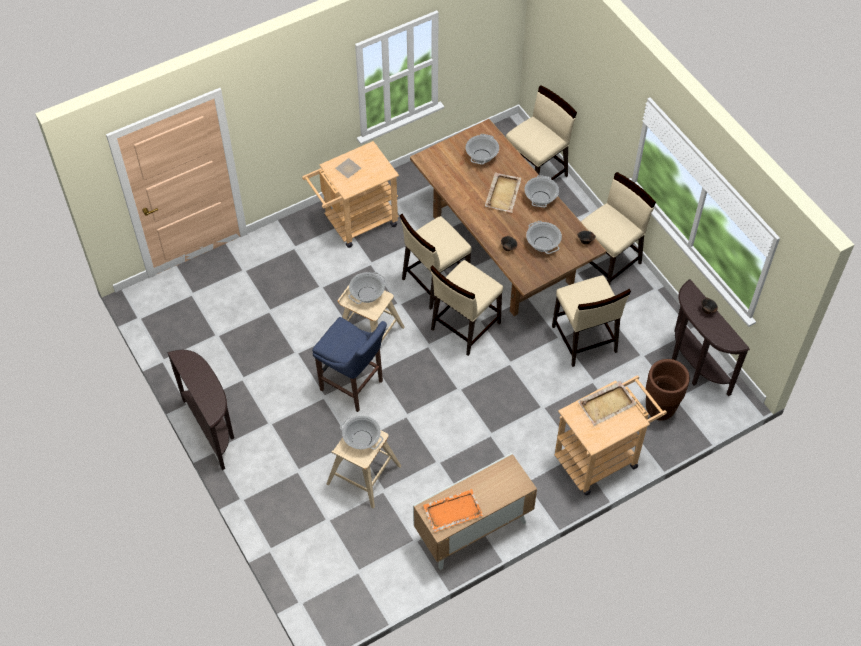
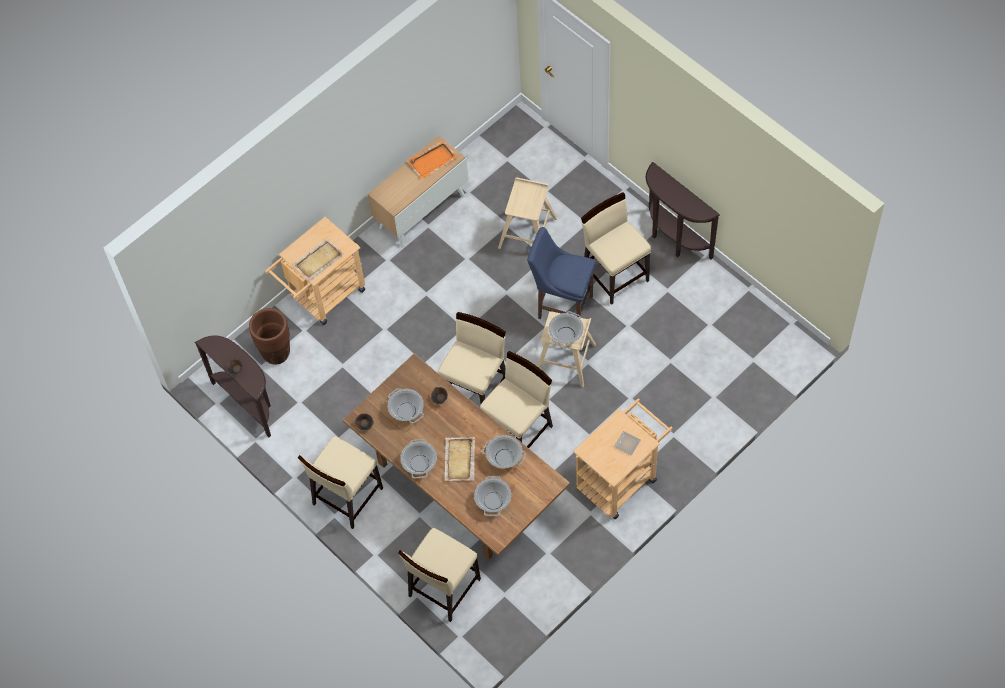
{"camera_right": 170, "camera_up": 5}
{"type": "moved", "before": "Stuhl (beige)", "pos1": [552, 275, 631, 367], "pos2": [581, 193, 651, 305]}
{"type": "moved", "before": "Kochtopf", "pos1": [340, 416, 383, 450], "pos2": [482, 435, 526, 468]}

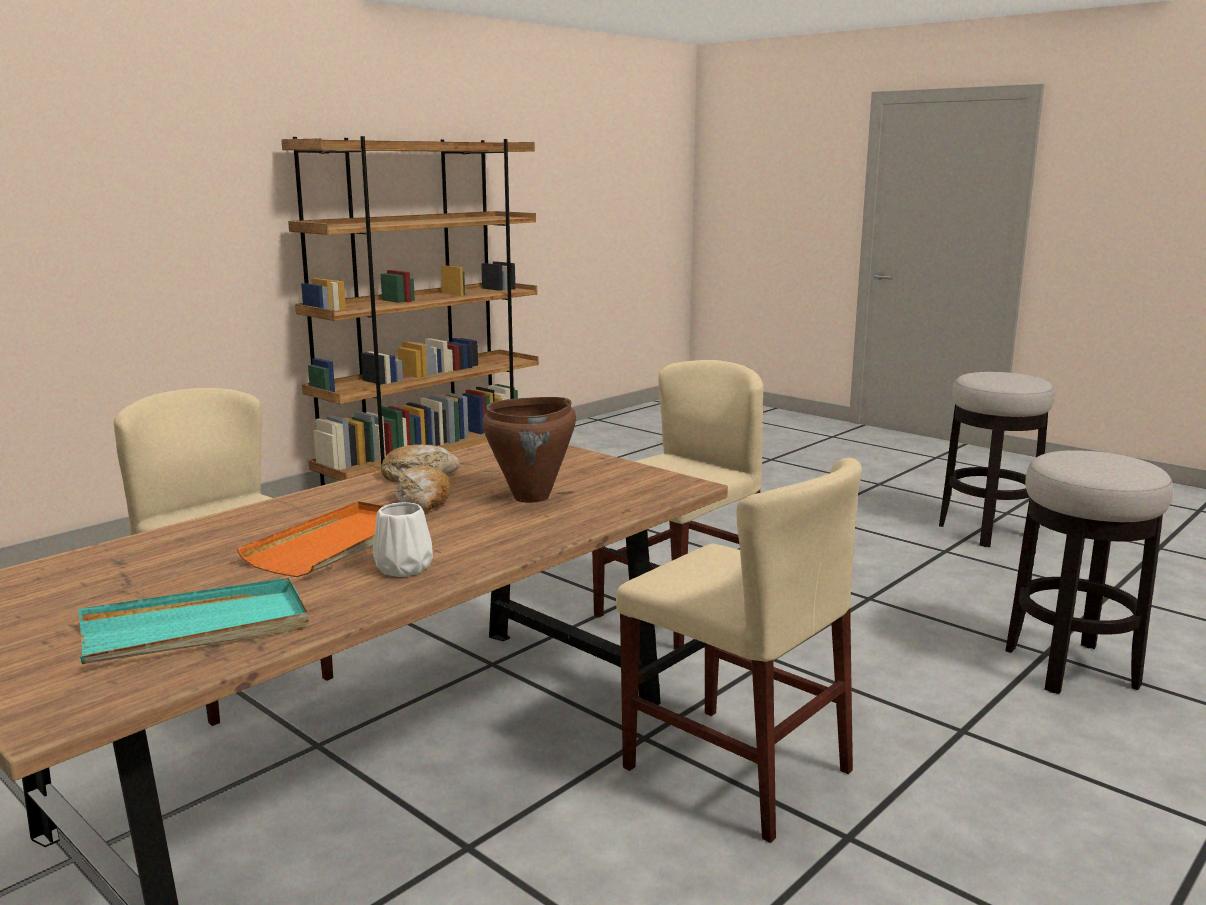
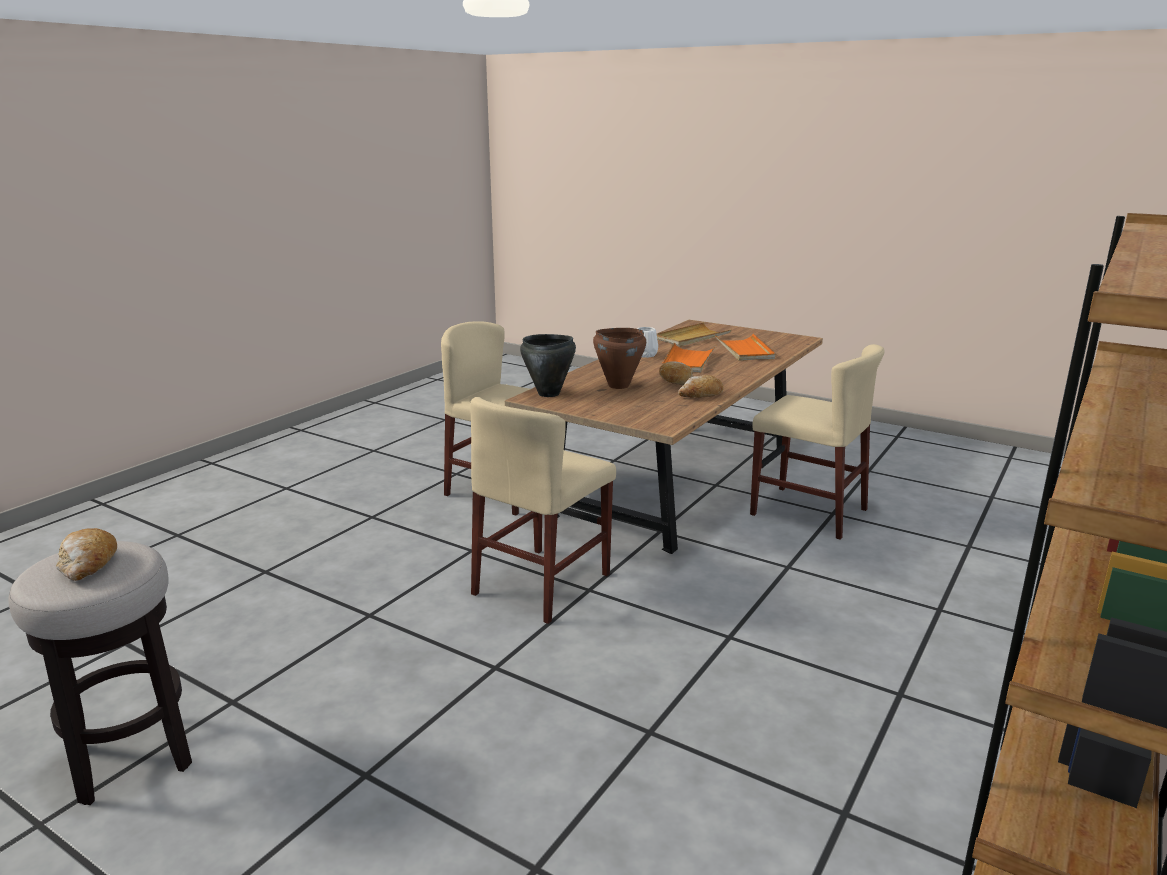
{"camera_right": 170, "camera_up": 5}
{"type": "removed", "before": "Hocker", "pos1": [1006, 450, 1173, 694]}
{"type": "recoloured", "before": "Tablett (türkis)", "after": "Tablett (beige)", "pos1": [78, 578, 309, 664], "pos2": [657, 322, 732, 347]}
{"type": "added", "after": "Kochtopf (schwarz)", "pos2": [520, 334, 576, 397]}
{"type": "added", "after": "Tablett (orange)", "pos2": [715, 334, 775, 361]}
{"type": "added", "after": "Brot", "pos2": [56, 528, 117, 581]}

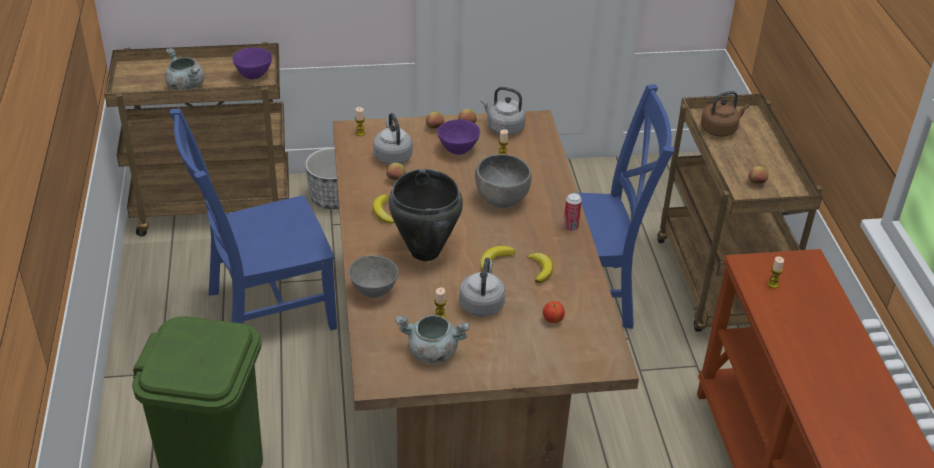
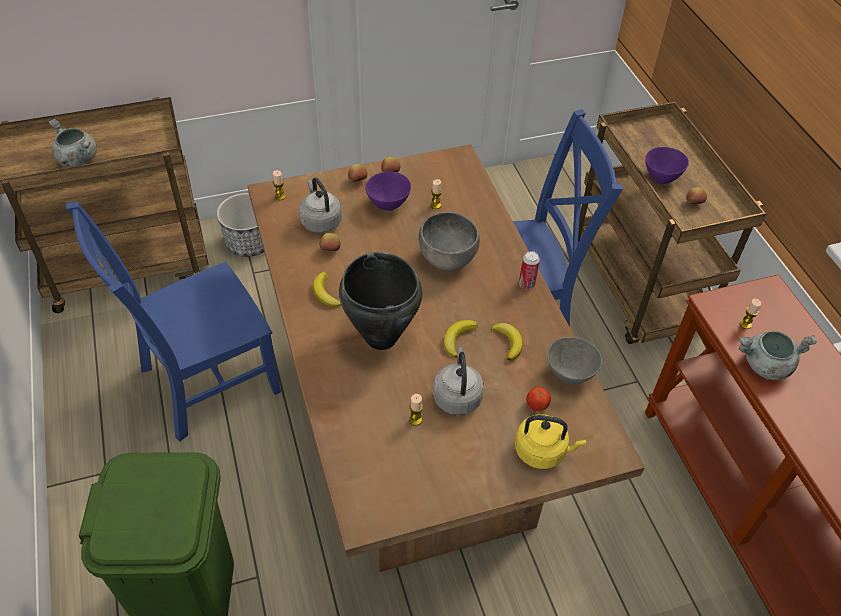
{"camera_right": -10, "camera_up": 10}
{"type": "moved", "before": "Schüssel (lila)", "pos1": [232, 47, 272, 79], "pos2": [645, 147, 689, 184]}
{"type": "removed", "before": "Wasserkessel (grau)", "pos1": [481, 87, 526, 135]}
{"type": "removed", "before": "Wasserkessel (braun)", "pos1": [701, 91, 749, 137]}
{"type": "moved", "before": "Schüssel (grau)", "pos1": [348, 255, 398, 298], "pos2": [547, 337, 602, 384]}
{"type": "moved", "before": "Kochtopf (grau)", "pos1": [395, 315, 470, 364], "pos2": [739, 330, 817, 380]}
{"type": "added", "after": "Wasserkessel (gelb)", "pos2": [515, 414, 586, 469]}

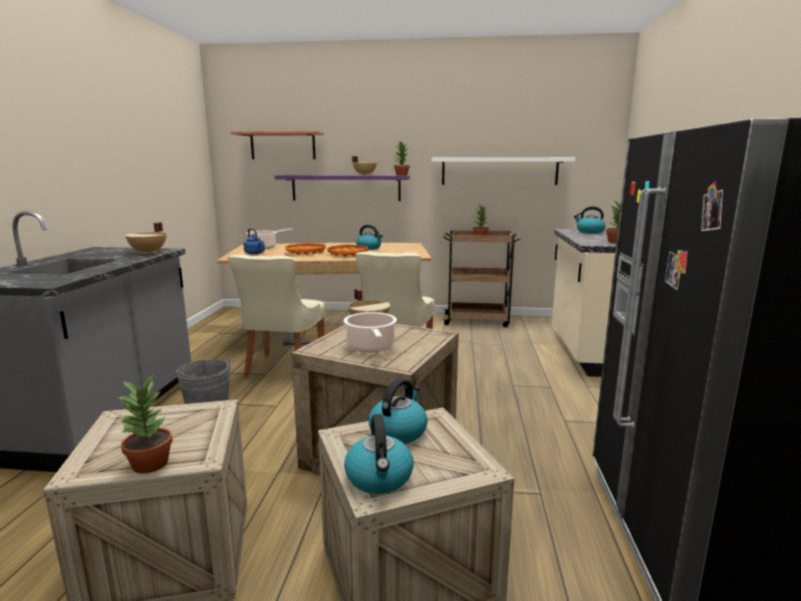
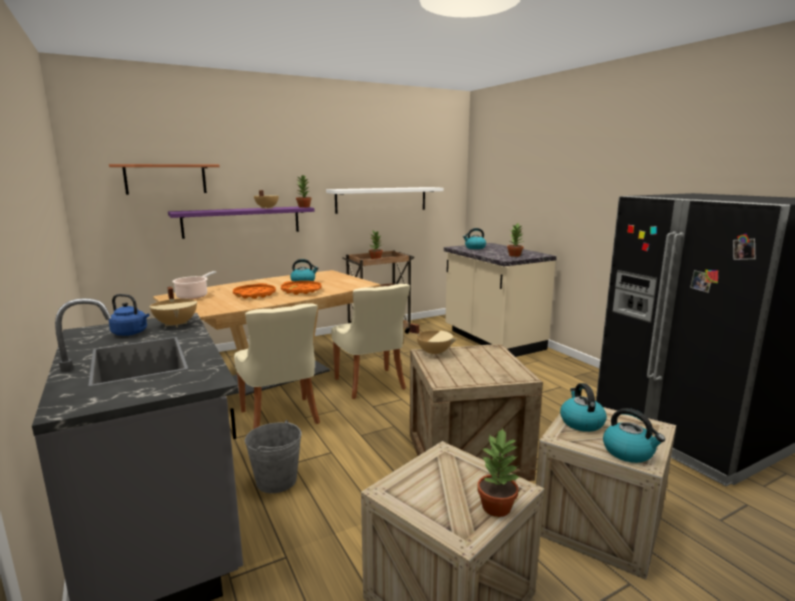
{"camera_right": -35, "camera_up": 0}
{"type": "moved", "before": "Wasserkessel (blau)", "pos1": [244, 228, 265, 254], "pos2": [109, 294, 149, 336]}
{"type": "removed", "before": "Kochtopf", "pos1": [344, 312, 397, 353]}

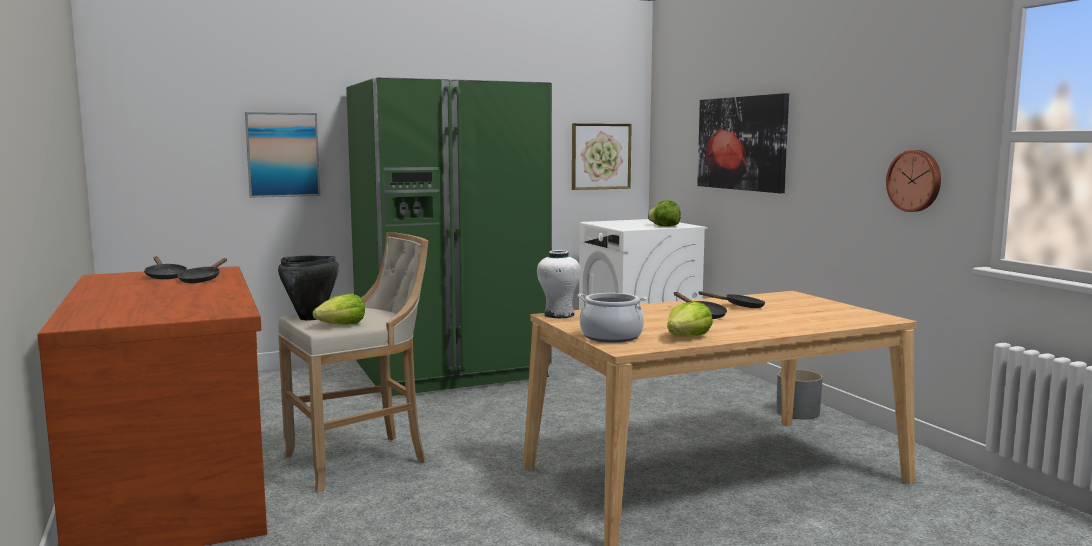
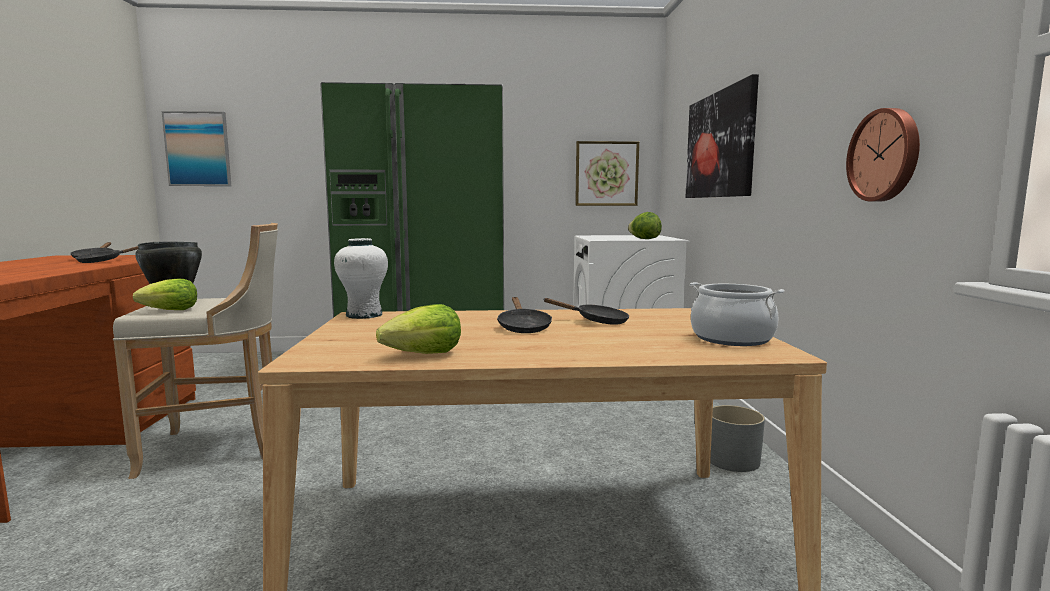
{"camera_right": 20, "camera_up": 0}
{"type": "moved", "before": "Bild", "pos1": [245, 112, 320, 198], "pos2": [162, 111, 231, 186]}
{"type": "moved", "before": "Kochtopf", "pos1": [577, 293, 647, 343], "pos2": [690, 282, 785, 346]}

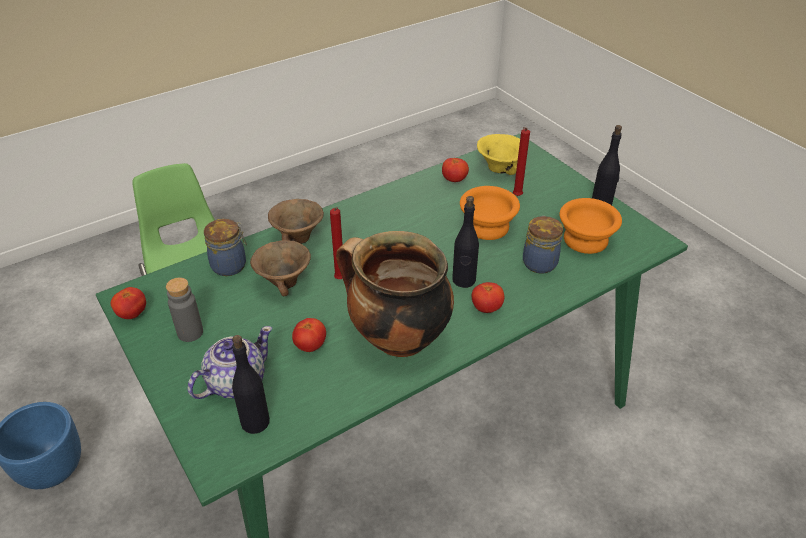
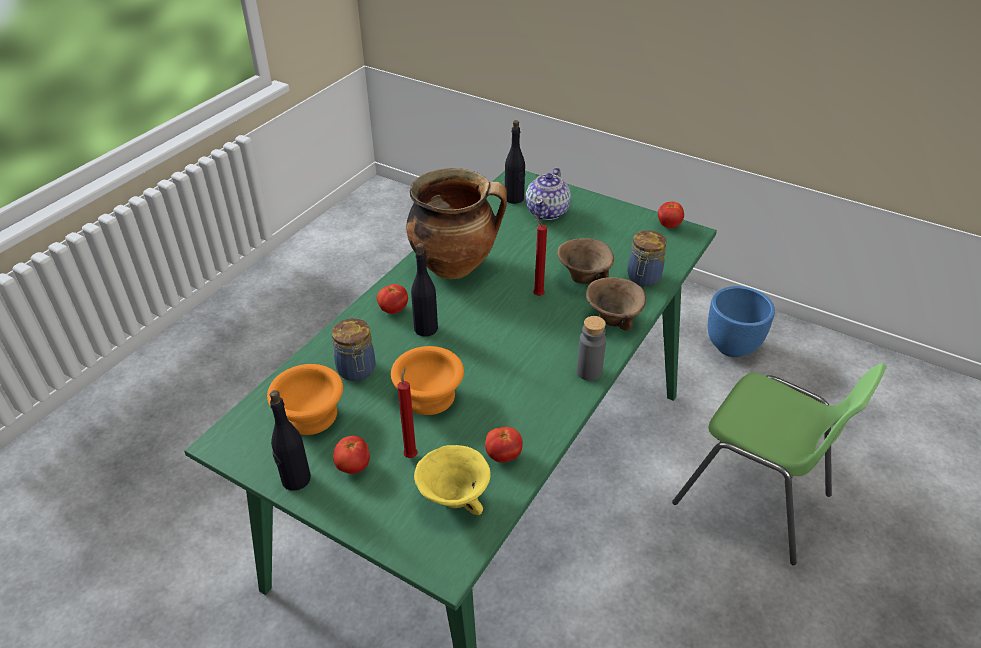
{"camera_right": 155, "camera_up": 0}
{"type": "moved", "before": "Flasche (grau)", "pos1": [166, 277, 203, 342], "pos2": [577, 316, 606, 381]}
{"type": "moved", "before": "Tomate", "pos1": [292, 318, 326, 352], "pos2": [333, 436, 370, 474]}

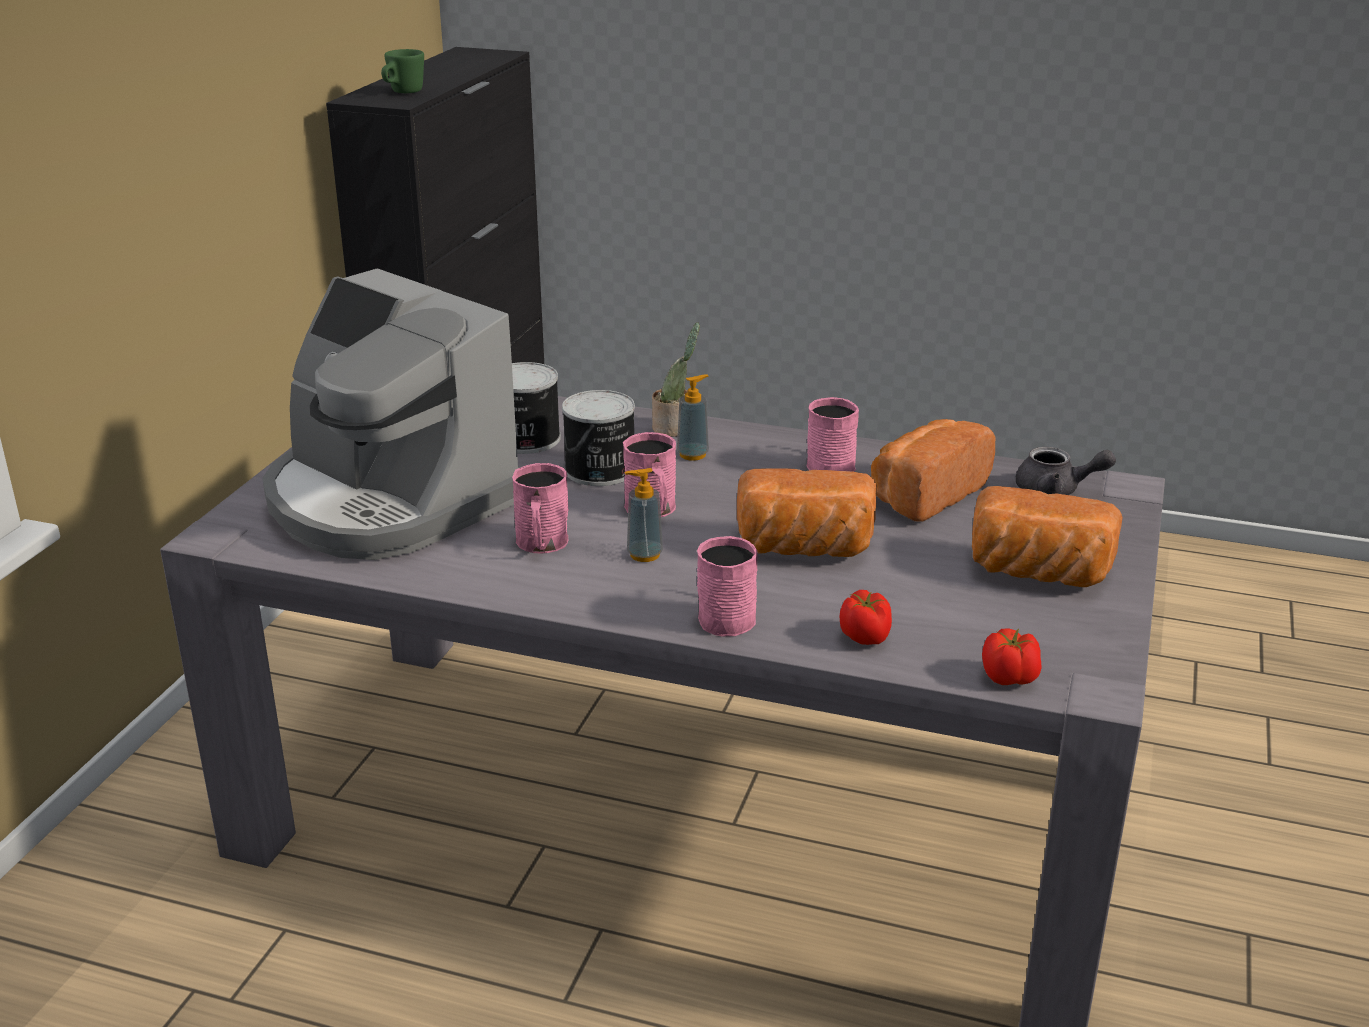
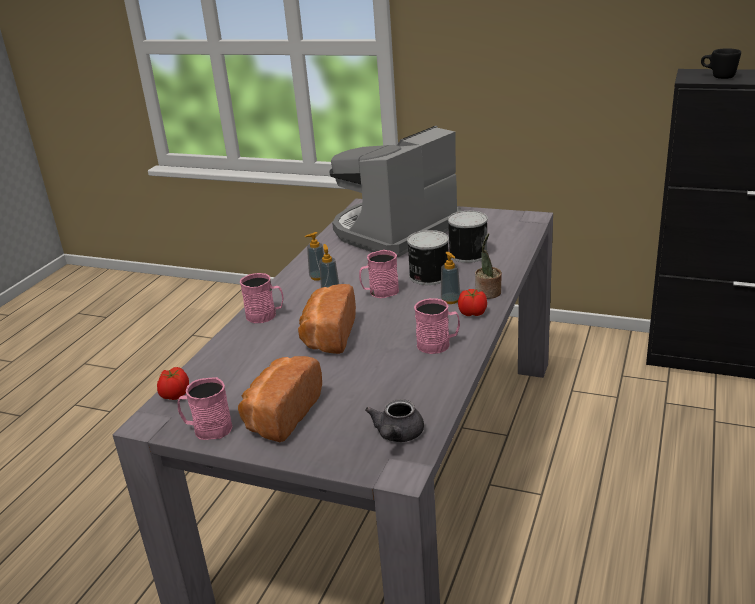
{"camera_right": 95, "camera_up": 0}
{"type": "recoloured", "before": "Henkelbecher (grün)", "after": "Henkelbecher (schwarz)", "pos1": [381, 49, 424, 93], "pos2": [701, 48, 741, 79]}
{"type": "removed", "before": "Brot", "pos1": [871, 419, 995, 522]}
{"type": "moved", "before": "Henkelbecher (rosa)", "pos1": [512, 463, 569, 554], "pos2": [177, 377, 233, 440]}
{"type": "moved", "before": "Tomate", "pos1": [840, 590, 892, 645], "pos2": [458, 289, 487, 316]}
{"type": "added", "after": "Seifenspender", "pos2": [305, 232, 324, 281]}

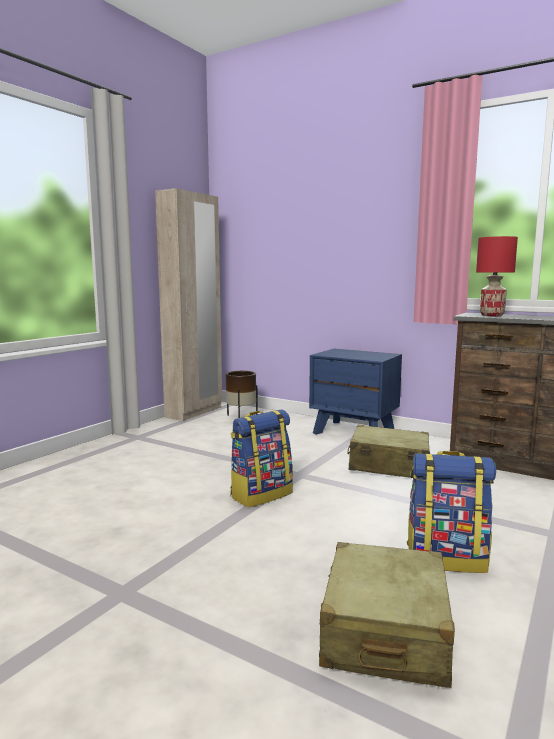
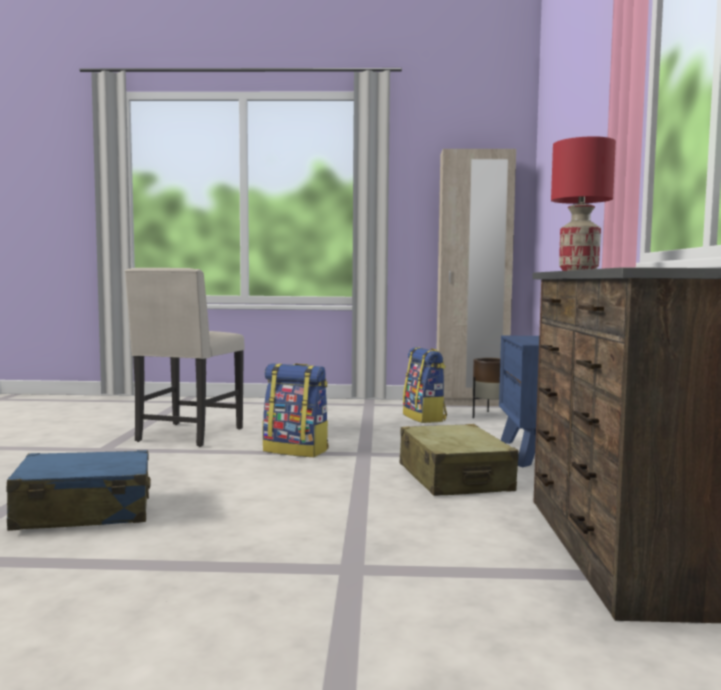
{"camera_right": 60, "camera_up": -5}
{"type": "moved", "before": "Rucksack", "pos1": [407, 451, 496, 573], "pos2": [403, 347, 447, 423]}
{"type": "recoloured", "before": "Koffer (beige)", "after": "Koffer (blau)", "pos1": [319, 542, 455, 688], "pos2": [7, 450, 151, 531]}
{"type": "added", "after": "Stuhl (beige)", "pos2": [125, 268, 245, 447]}

